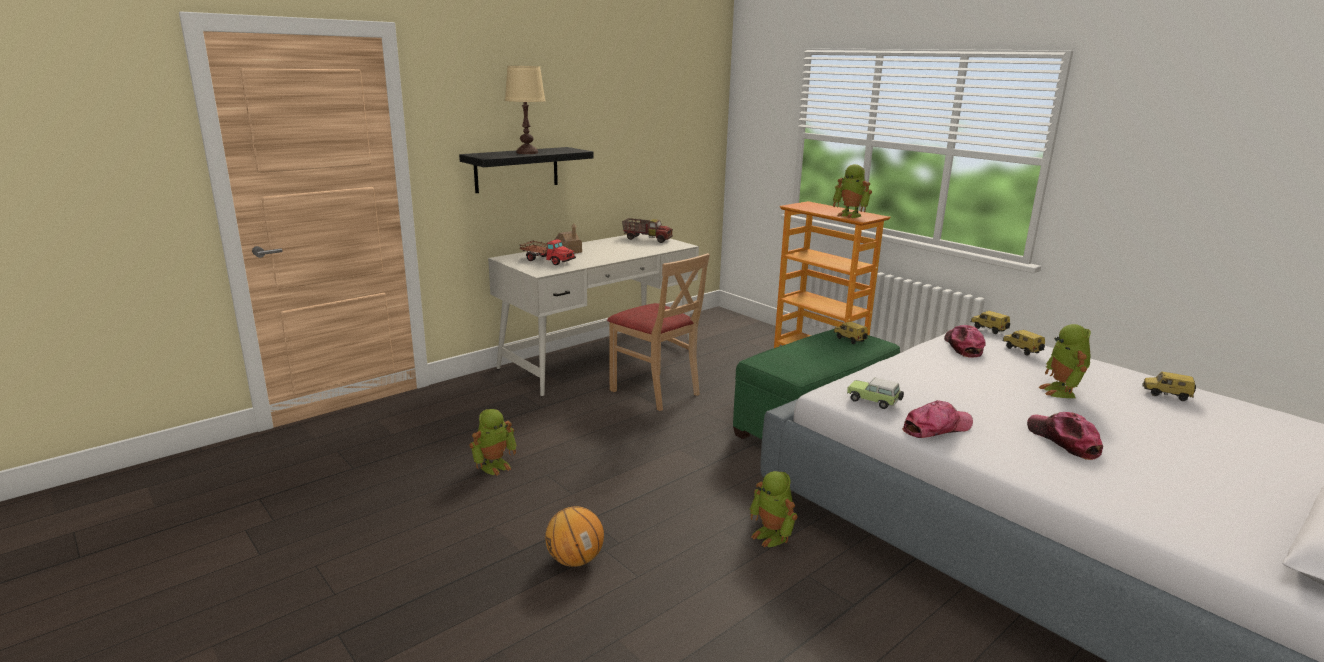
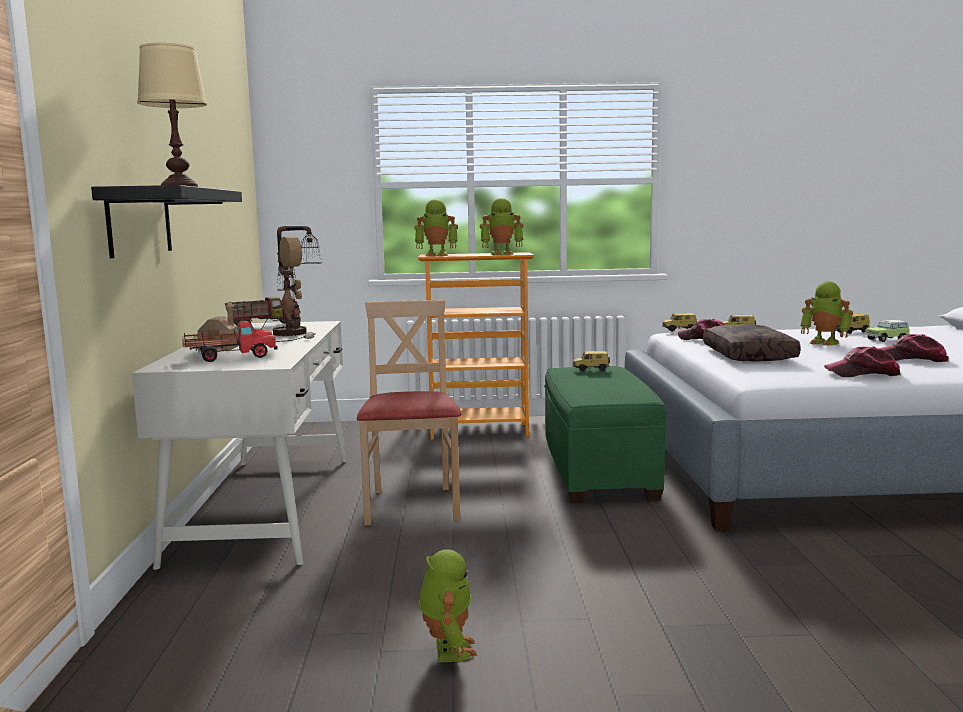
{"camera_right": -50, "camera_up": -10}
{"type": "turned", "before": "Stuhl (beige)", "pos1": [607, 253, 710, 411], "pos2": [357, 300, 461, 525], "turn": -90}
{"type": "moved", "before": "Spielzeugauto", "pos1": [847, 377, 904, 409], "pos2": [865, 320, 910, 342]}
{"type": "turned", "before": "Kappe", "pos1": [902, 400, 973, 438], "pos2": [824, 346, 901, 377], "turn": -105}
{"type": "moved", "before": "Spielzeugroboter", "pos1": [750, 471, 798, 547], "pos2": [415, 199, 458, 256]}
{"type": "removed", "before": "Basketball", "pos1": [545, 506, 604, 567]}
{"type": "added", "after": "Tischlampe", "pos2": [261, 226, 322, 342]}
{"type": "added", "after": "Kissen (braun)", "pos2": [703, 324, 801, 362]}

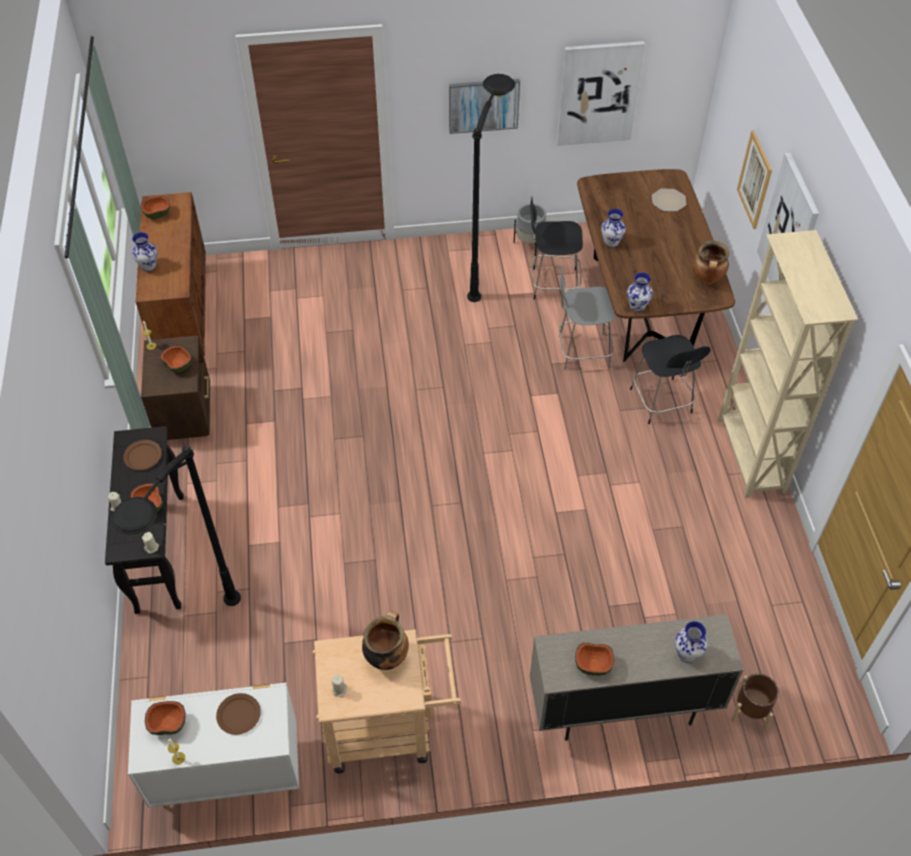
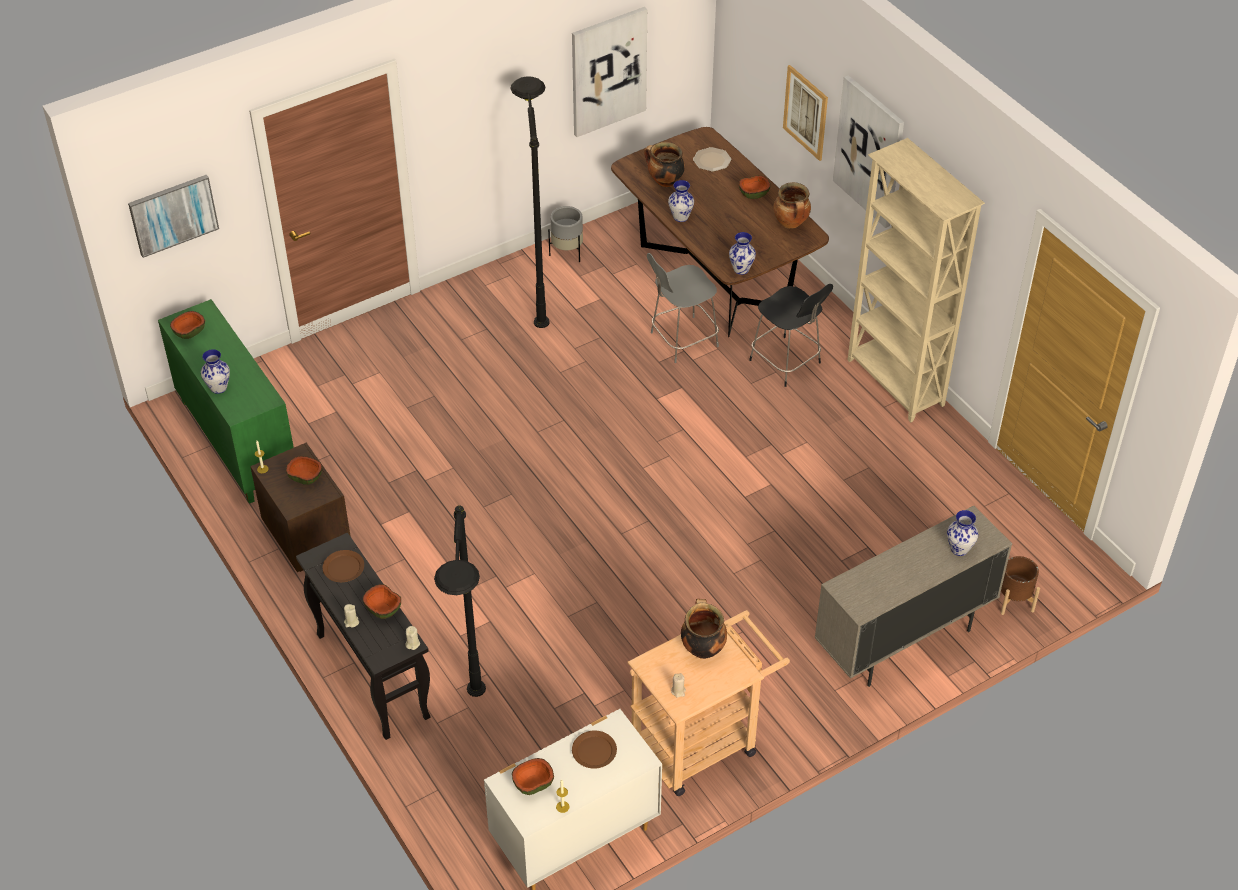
{"camera_right": -25, "camera_up": -5}
{"type": "moved", "before": "Bild", "pos1": [449, 79, 520, 134], "pos2": [128, 175, 219, 258]}
{"type": "recoloured", "before": "Schrank (braun)", "after": "Schrank (grün)", "pos1": [136, 192, 206, 356], "pos2": [158, 299, 294, 504]}
{"type": "removed", "before": "Stuhl (schwarz)", "pos1": [530, 197, 583, 300]}
{"type": "moved", "before": "Schüssel", "pos1": [575, 643, 614, 676], "pos2": [739, 175, 770, 199]}
{"type": "added", "after": "Kochtopf", "pos2": [644, 142, 685, 187]}

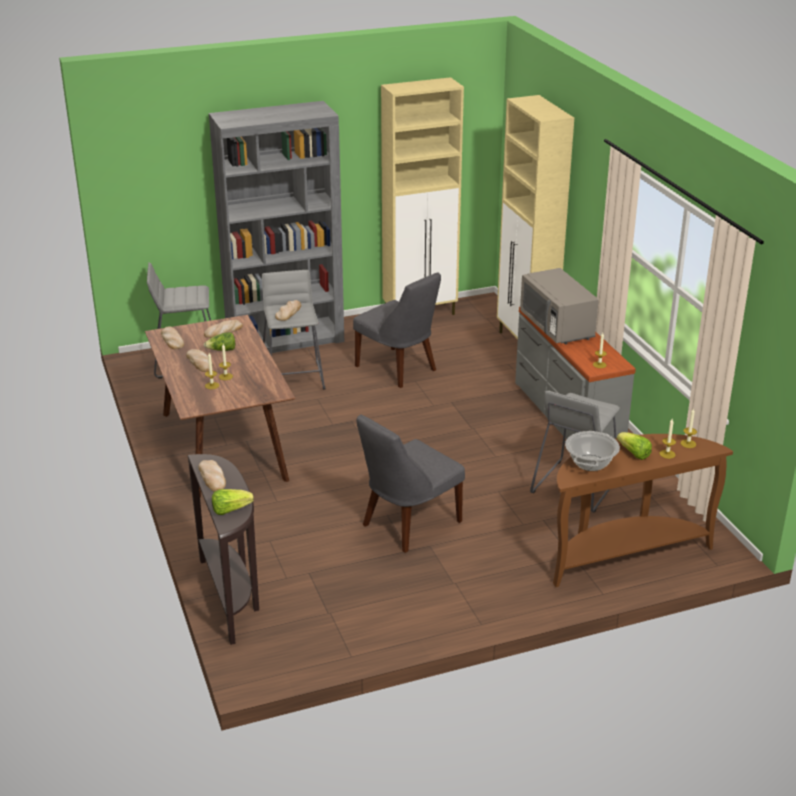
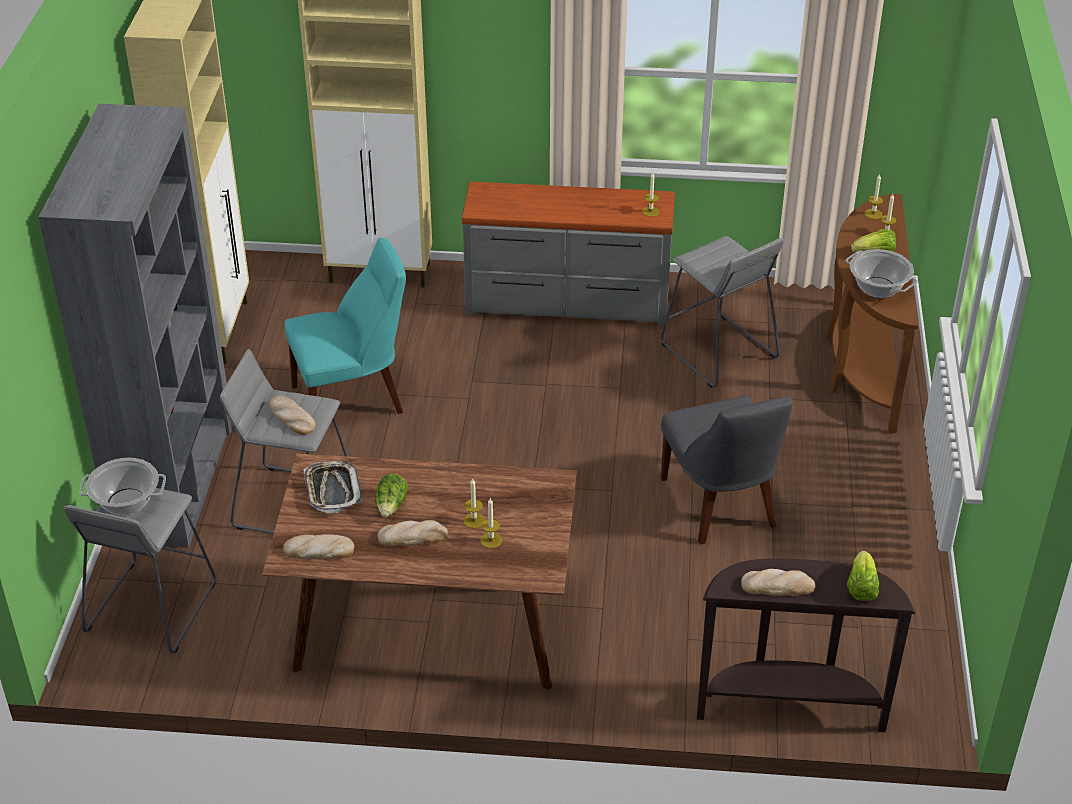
{"camera_right": -65, "camera_up": 10}
{"type": "removed", "before": "Mikrowelle (grau)", "pos1": [520, 268, 599, 344]}
{"type": "recoloured", "before": "Stuhl (grau)", "after": "Stuhl (türkis)", "pos1": [353, 272, 441, 388], "pos2": [284, 238, 406, 414]}
{"type": "replaced", "before": "Brot", "after": "Tablett", "pos1": [204, 320, 243, 338], "pos2": [303, 461, 362, 513]}
{"type": "added", "after": "Kochtopf", "pos2": [79, 458, 166, 515]}

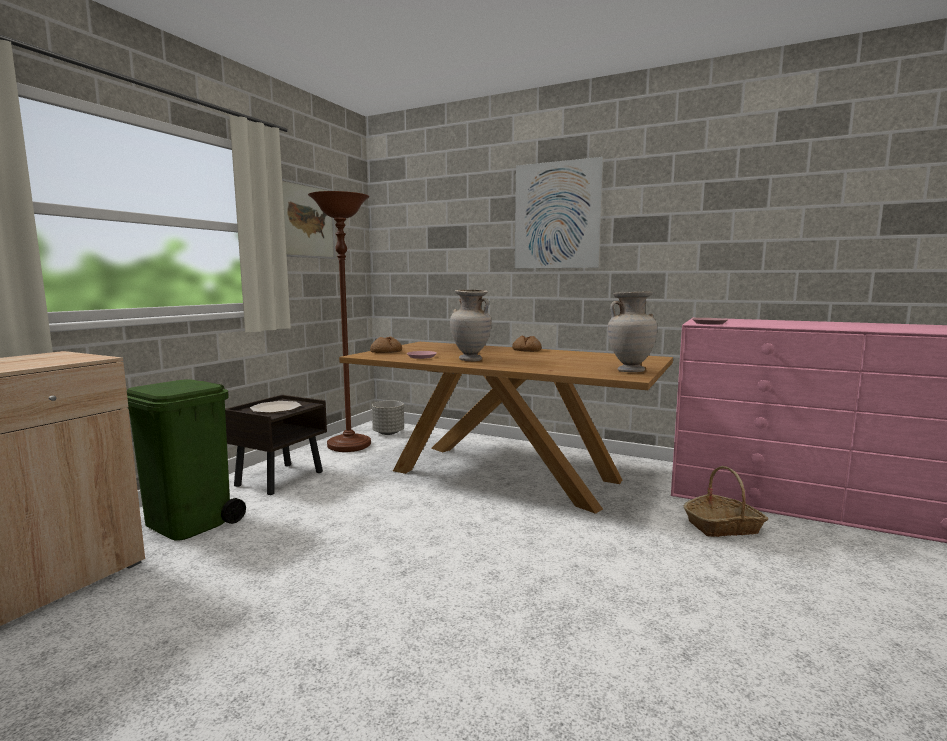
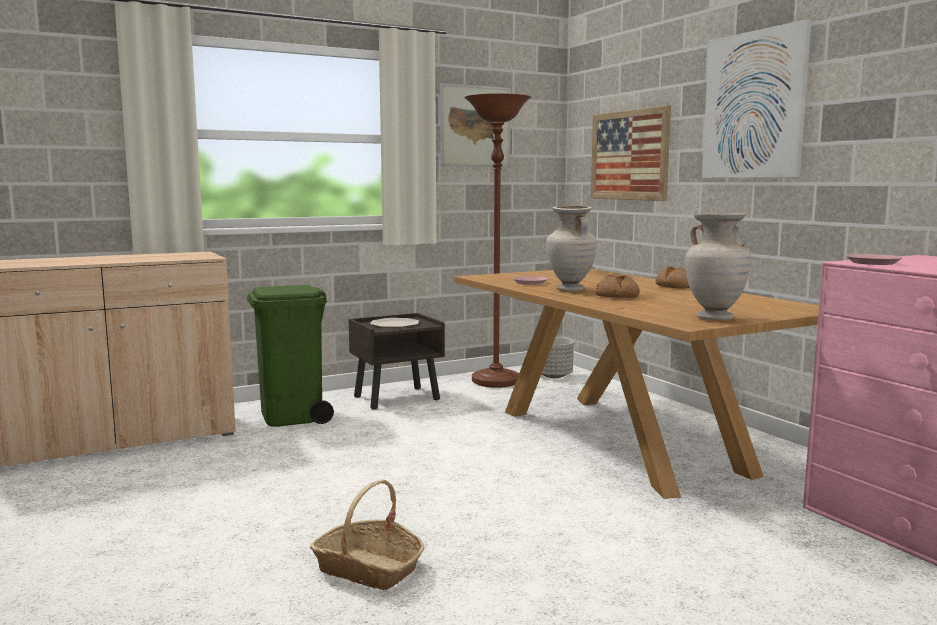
{"camera_right": 35, "camera_up": 0}
{"type": "moved", "before": "Brot", "pos1": [370, 337, 402, 353], "pos2": [595, 275, 640, 298]}
{"type": "moved", "before": "Korb", "pos1": [684, 466, 768, 537], "pos2": [309, 479, 424, 590]}
{"type": "added", "after": "Bild", "pos2": [591, 105, 671, 201]}

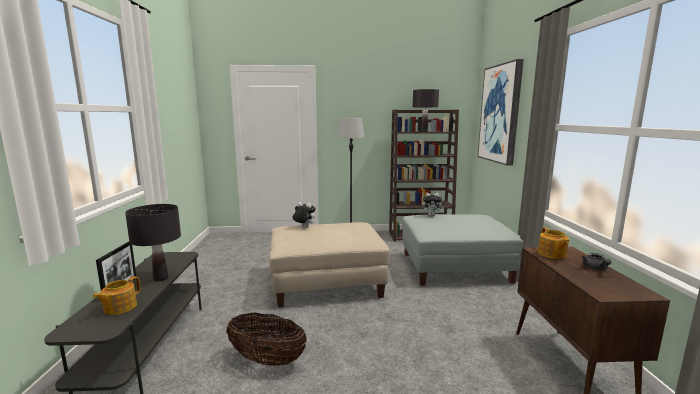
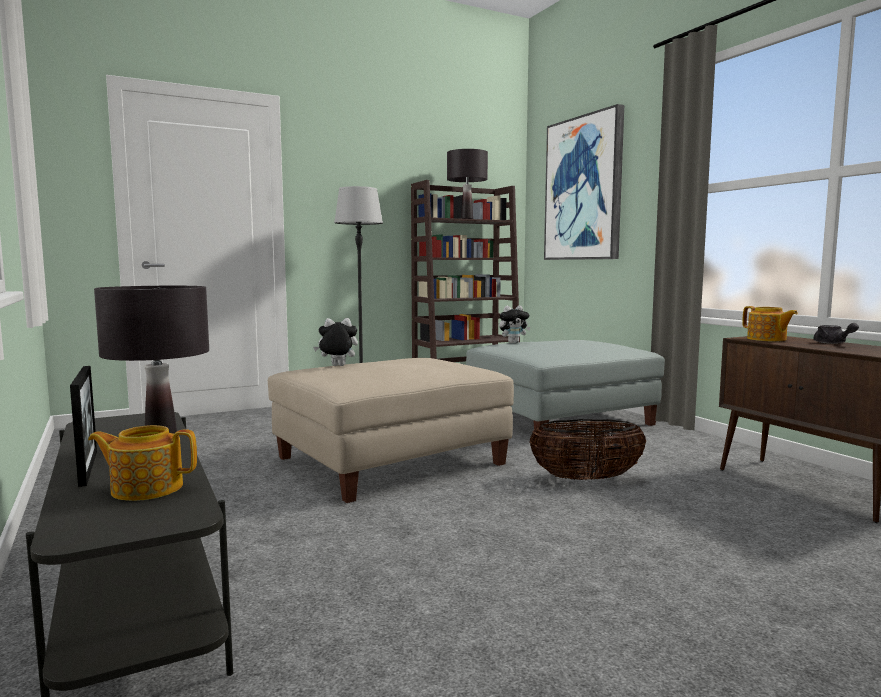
{"camera_right": -25, "camera_up": -5}
{"type": "turned", "before": "Teekanne", "pos1": [92, 276, 140, 315], "pos2": [88, 425, 197, 501], "turn": 90}
{"type": "moved", "before": "Korb", "pos1": [226, 313, 307, 366], "pos2": [529, 419, 646, 480]}

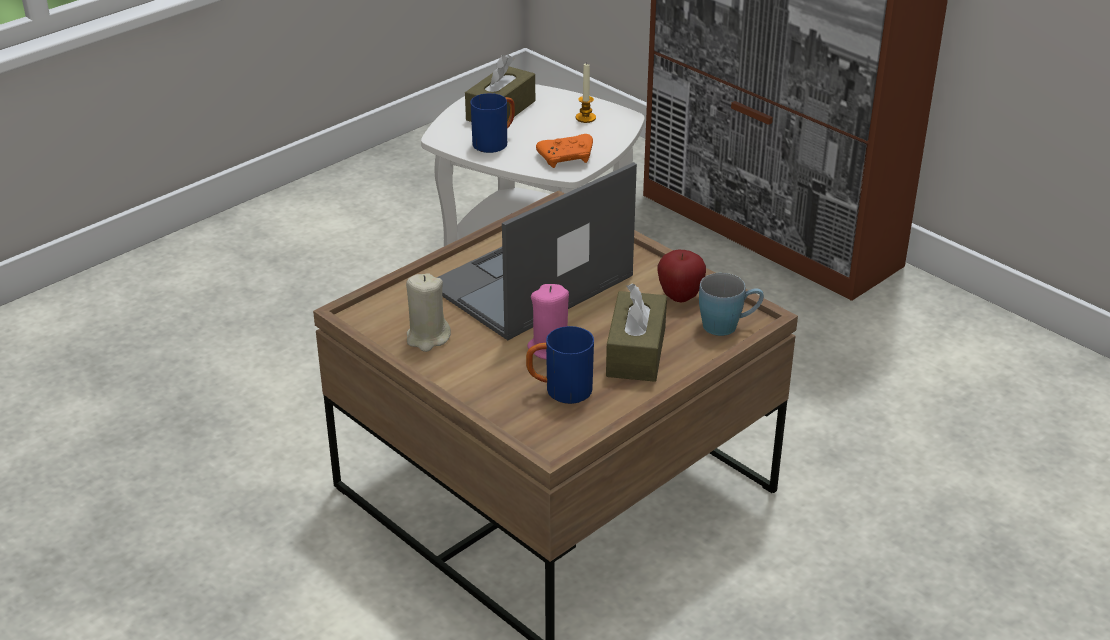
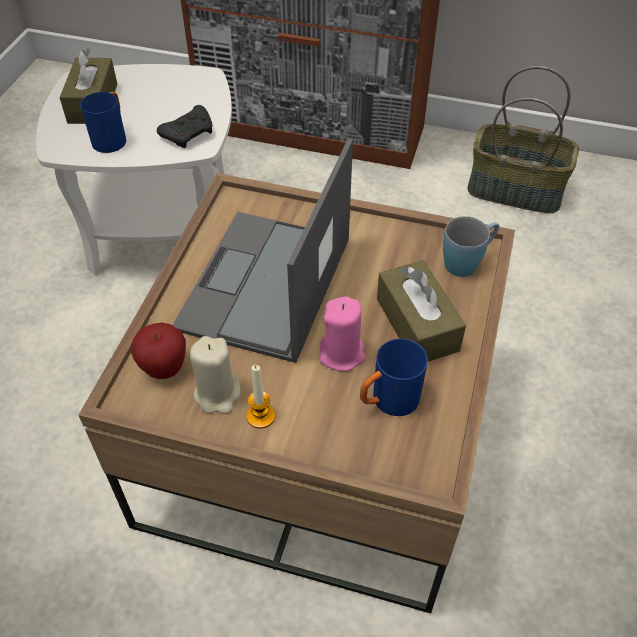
{"camera_right": -30, "camera_up": 15}
{"type": "moved", "before": "Kerze", "pos1": [576, 62, 596, 123], "pos2": [246, 365, 275, 429]}
{"type": "recoloured", "before": "Gamepad (orange)", "after": "Gamepad (schwarz)", "pos1": [536, 134, 593, 168], "pos2": [157, 105, 212, 148]}
{"type": "moved", "before": "Apfel", "pos1": [658, 250, 706, 302], "pos2": [131, 323, 186, 379]}
{"type": "added", "after": "Korb", "pos2": [468, 66, 579, 213]}

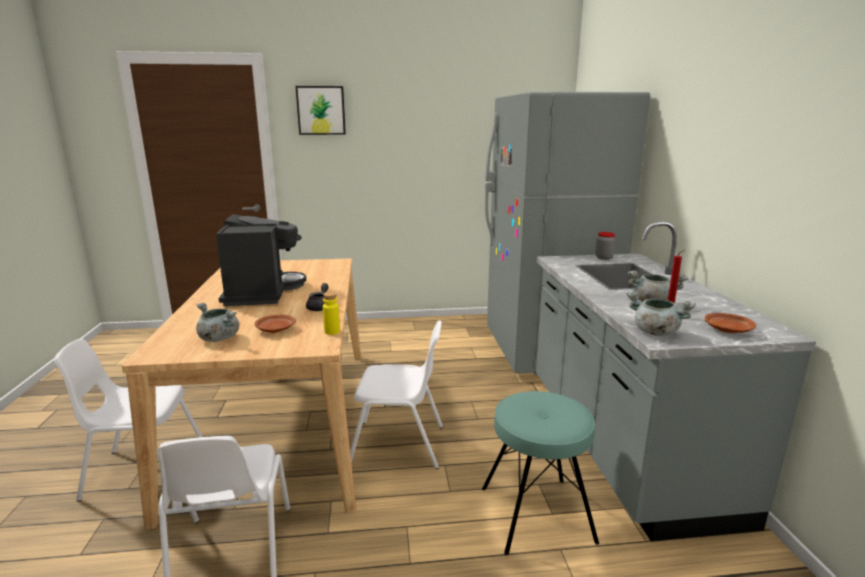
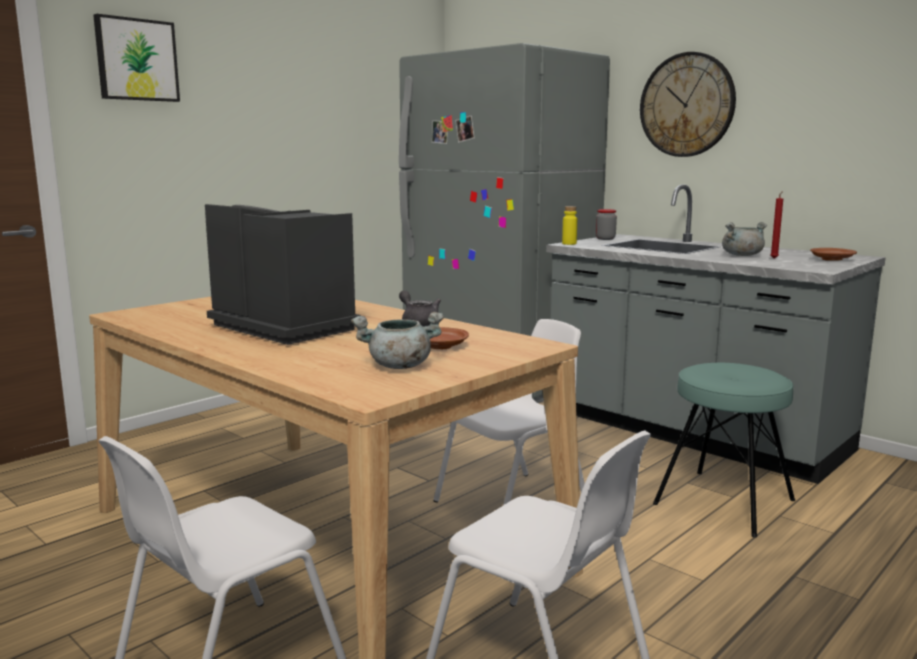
{"camera_right": -40, "camera_up": -5}
{"type": "removed", "before": "Kochtopf (grau)", "pos1": [626, 291, 696, 336]}
{"type": "moved", "before": "Flasche (gelb)", "pos1": [323, 292, 340, 335], "pos2": [562, 206, 577, 245]}
{"type": "added", "after": "Wanduhr", "pos2": [640, 52, 736, 157]}

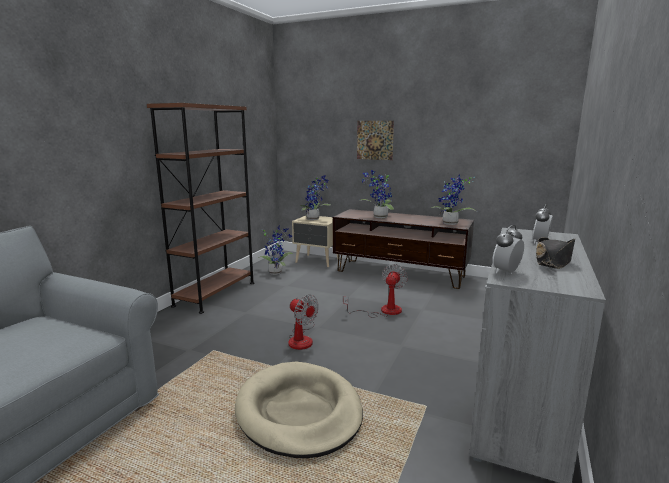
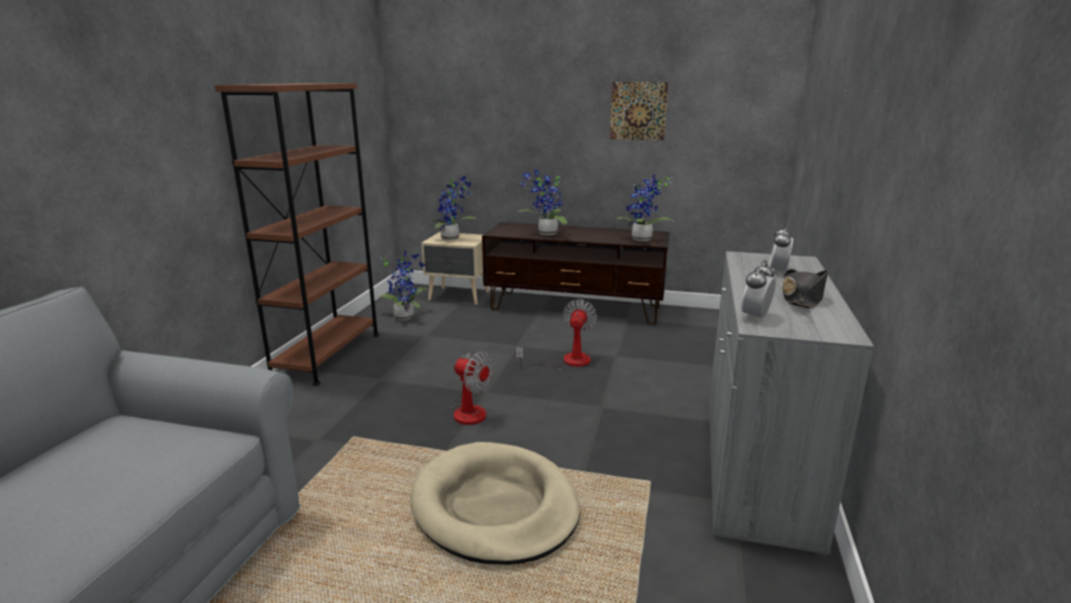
{"camera_right": -10, "camera_up": 5}
{"type": "moved", "before": "Bild", "pos1": [357, 121, 394, 160], "pos2": [610, 82, 668, 141]}

